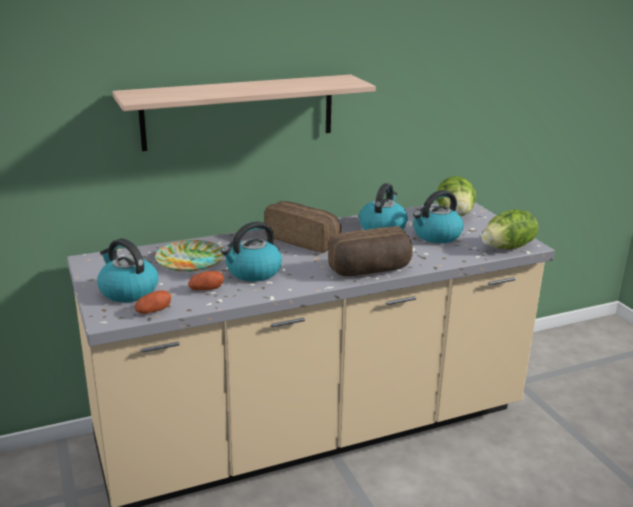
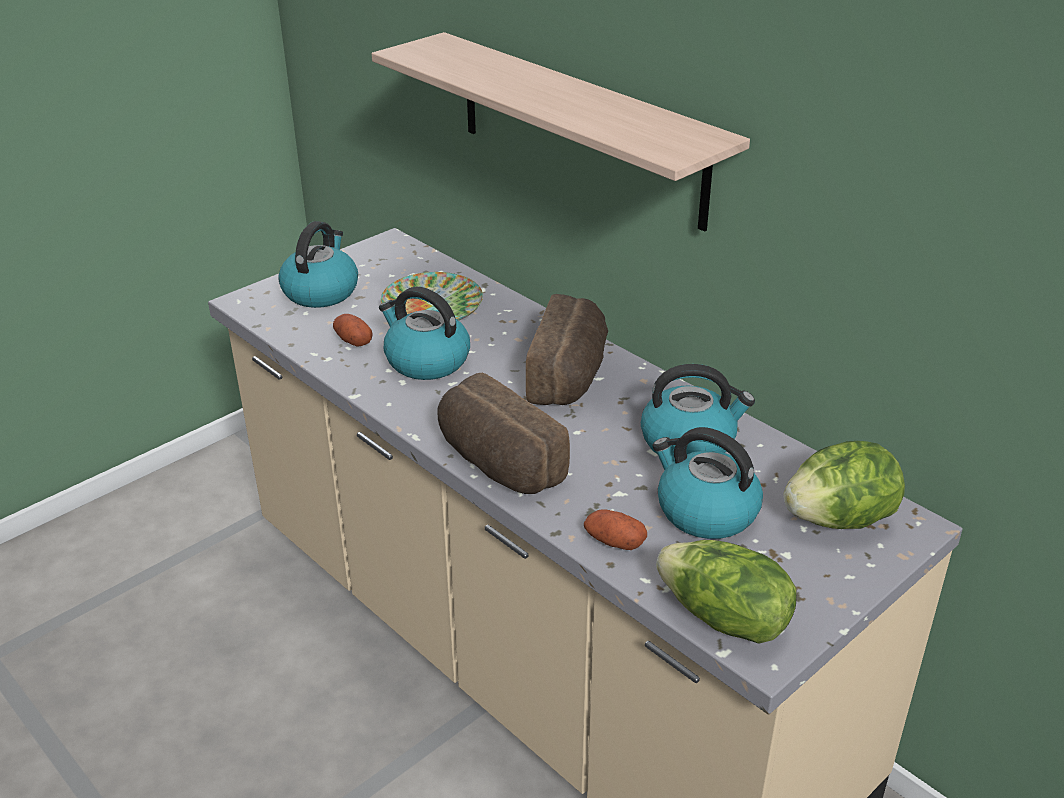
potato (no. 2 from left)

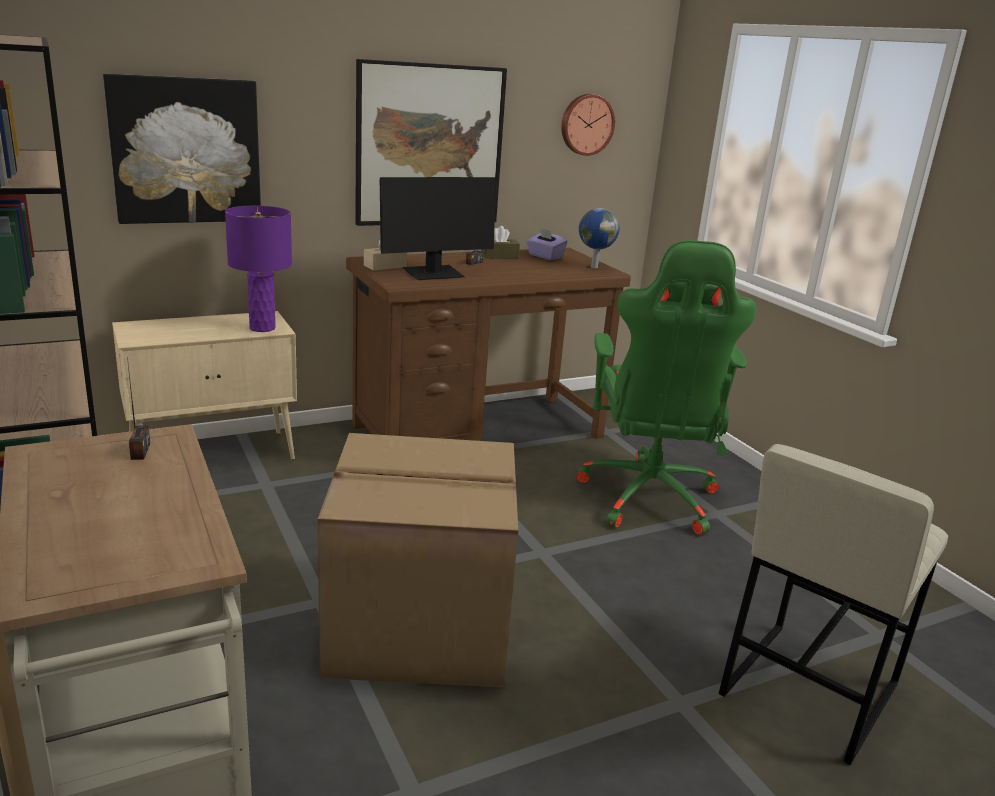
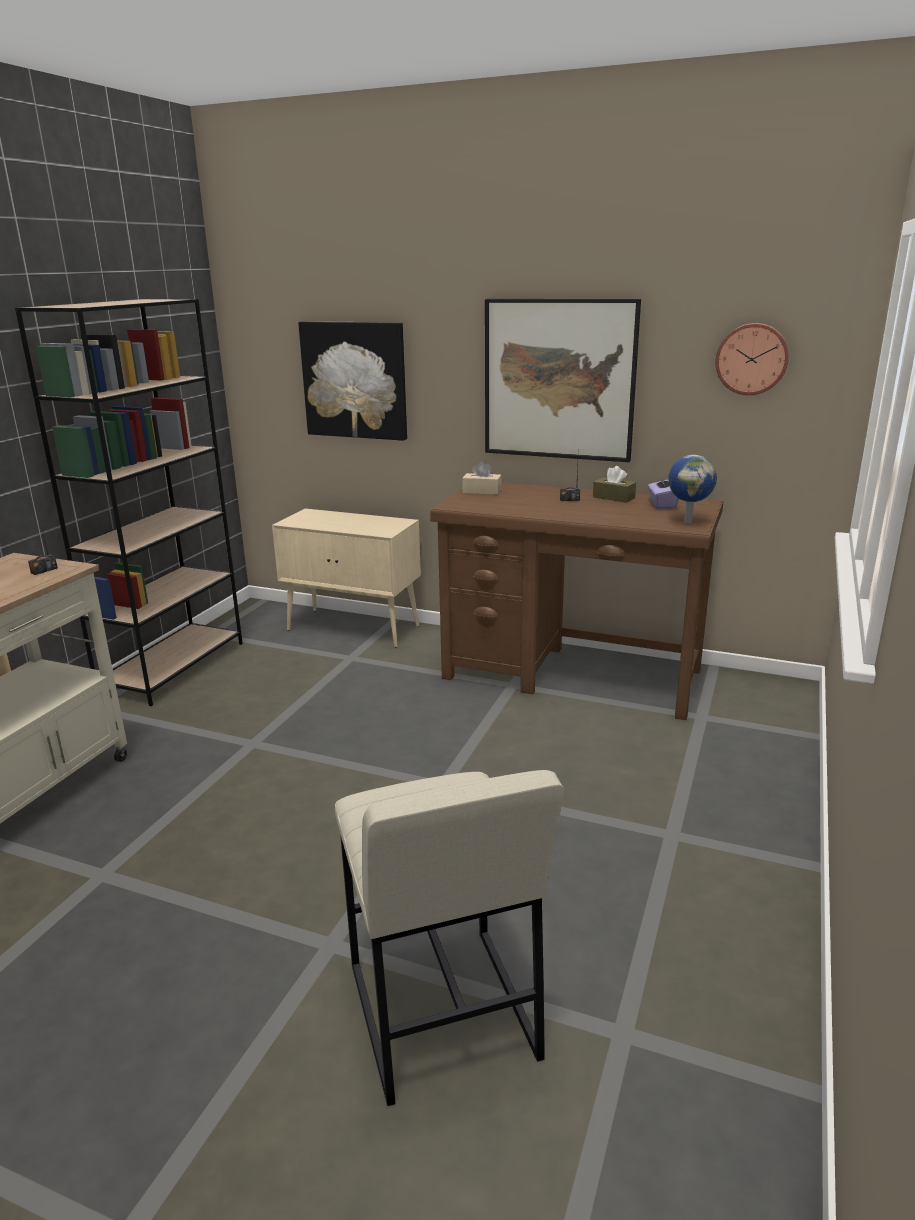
lamp for a table (purplish); packing box; monitor; desk chair (greenish); plain chair (sand-coloured)

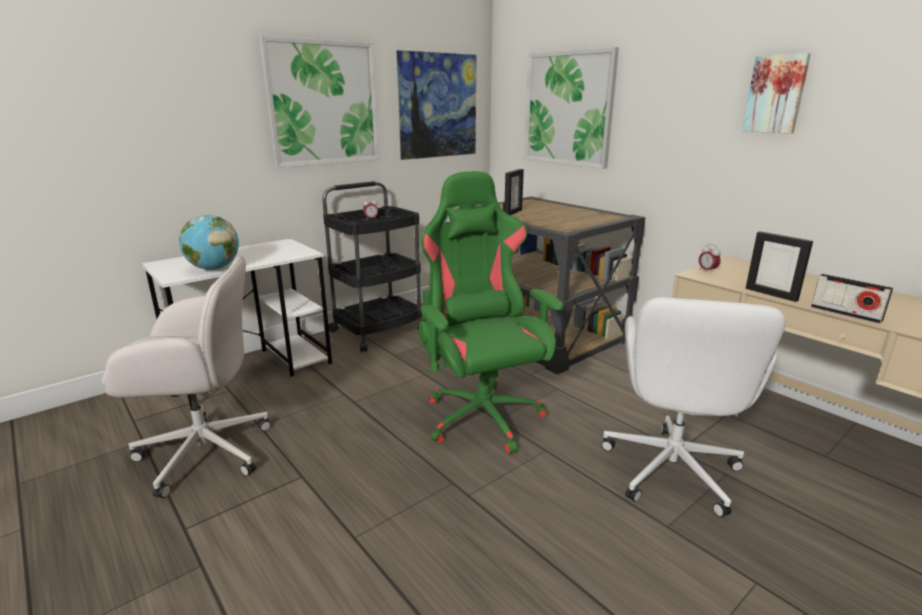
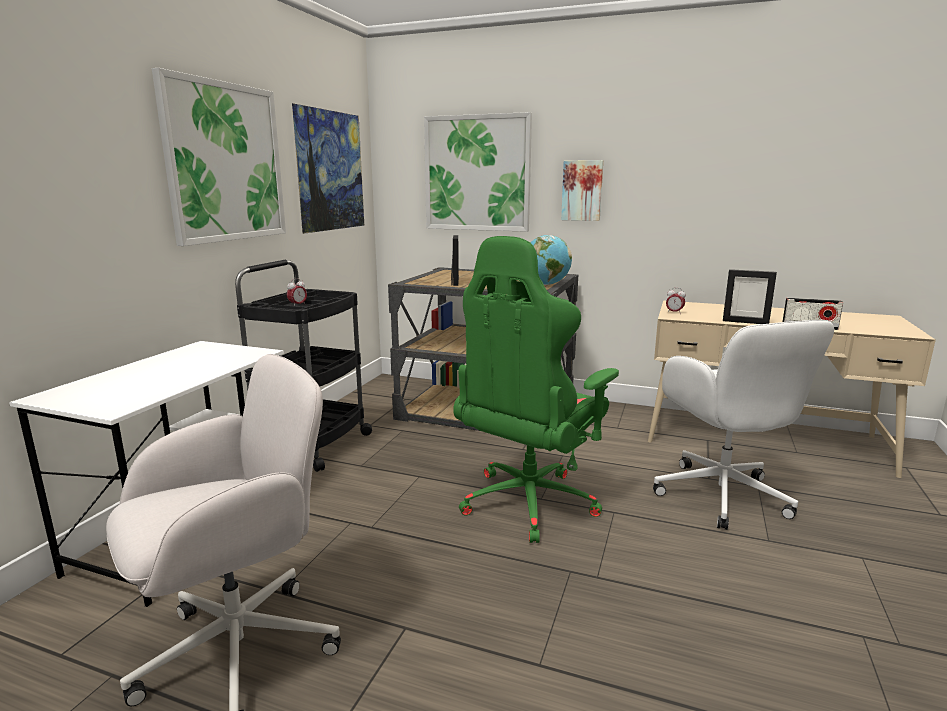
world globe; wall picture (no. 4 from left); desk chair (greenish)

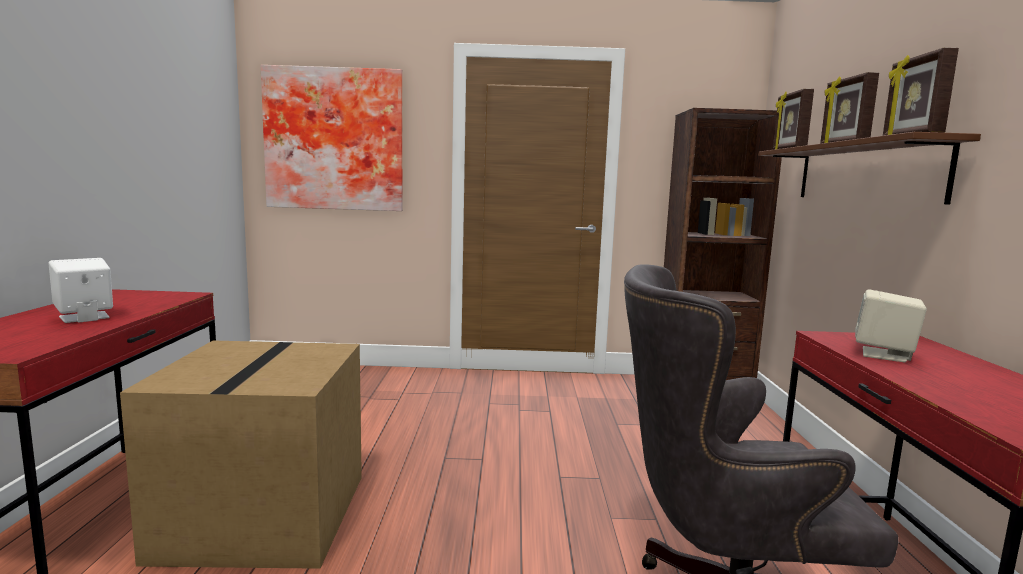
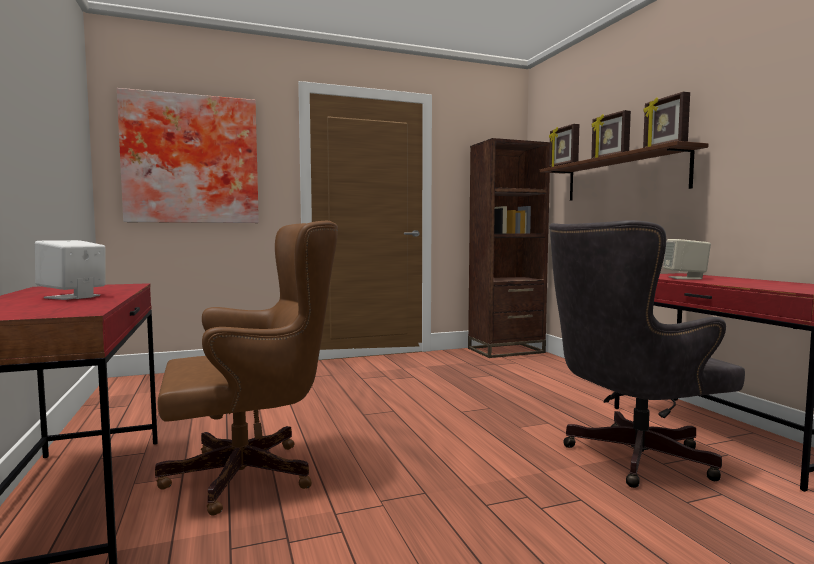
desk chair (brownish)

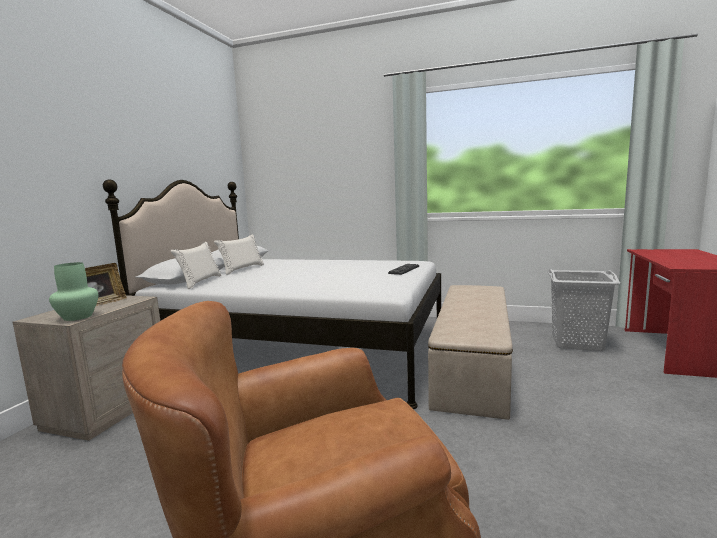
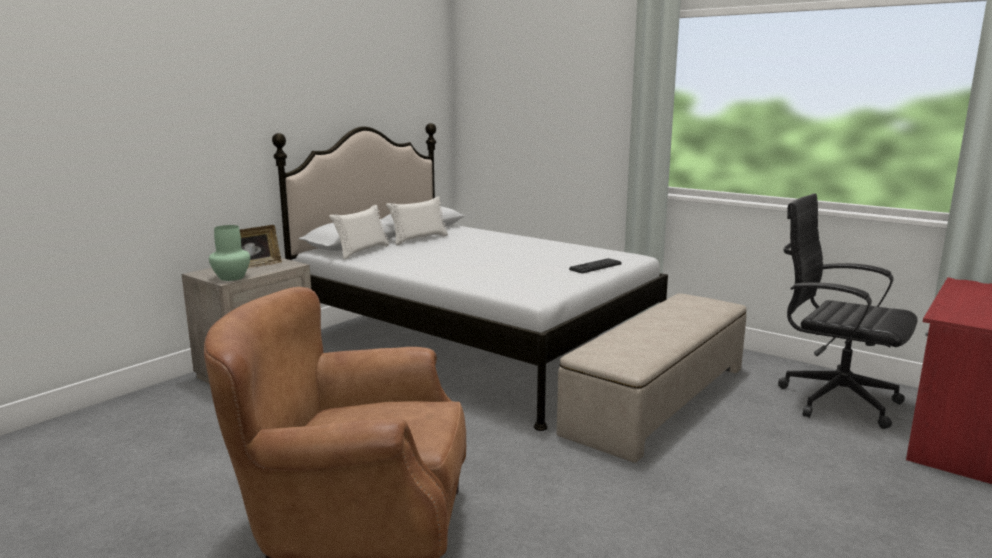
desk chair (black)

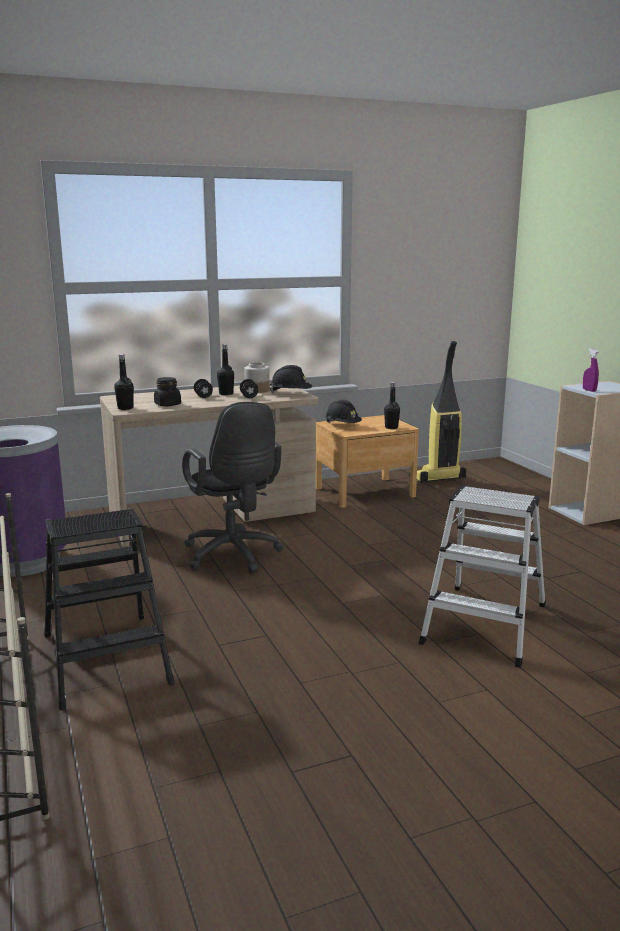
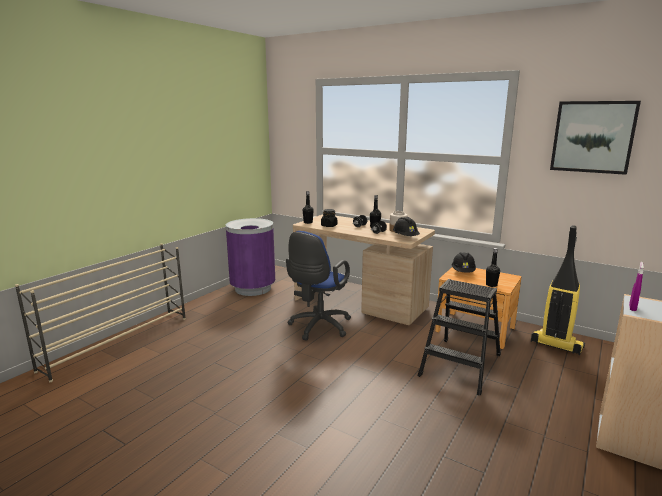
stepladder (white); wall picture; stepladder (black); desk chair (blue)

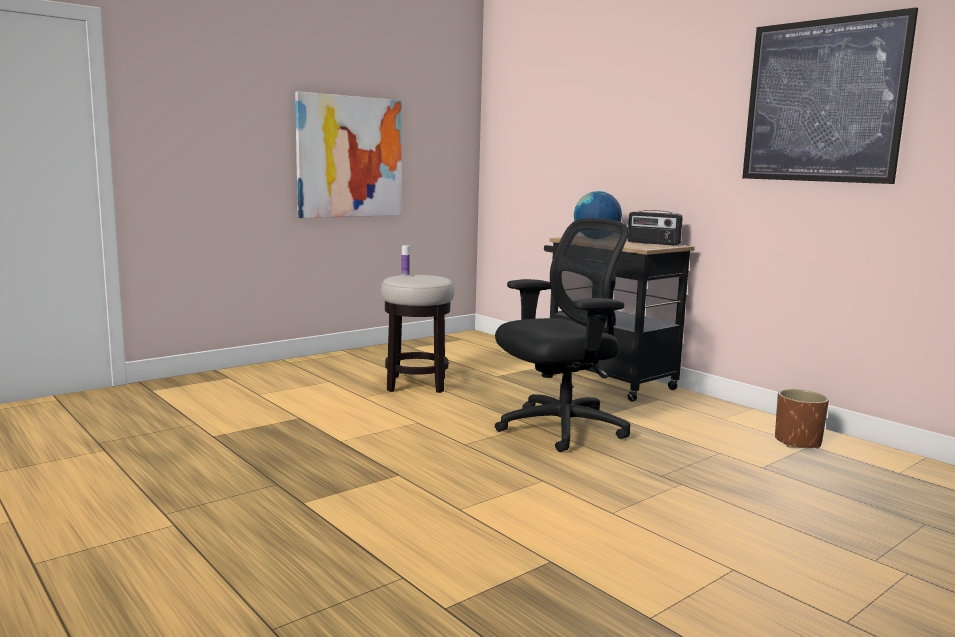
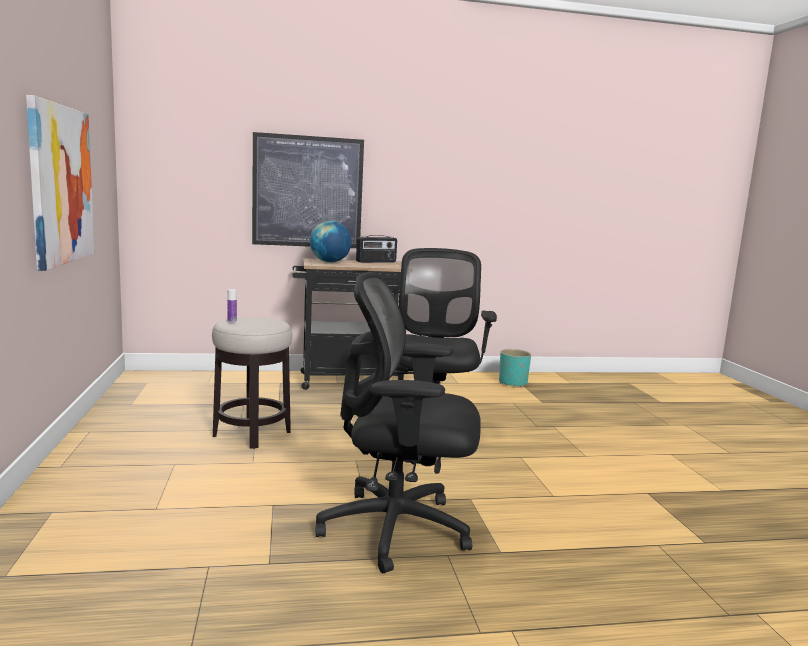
desk chair (black) (no. 1 from left); wall picture (no. 2 from left); planter (blue-green)

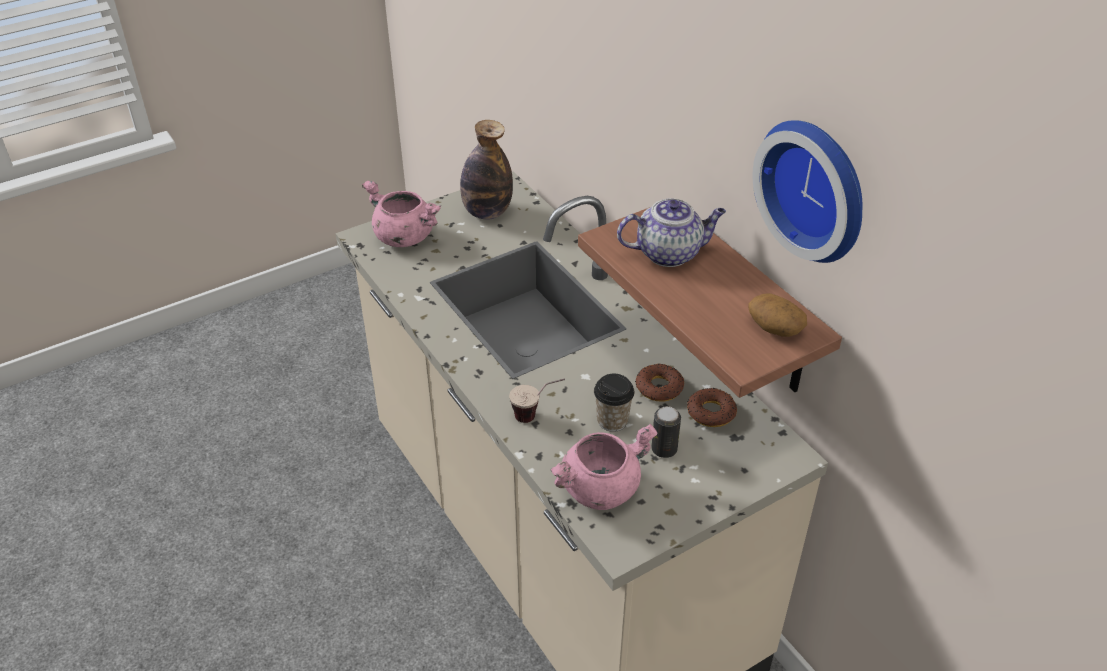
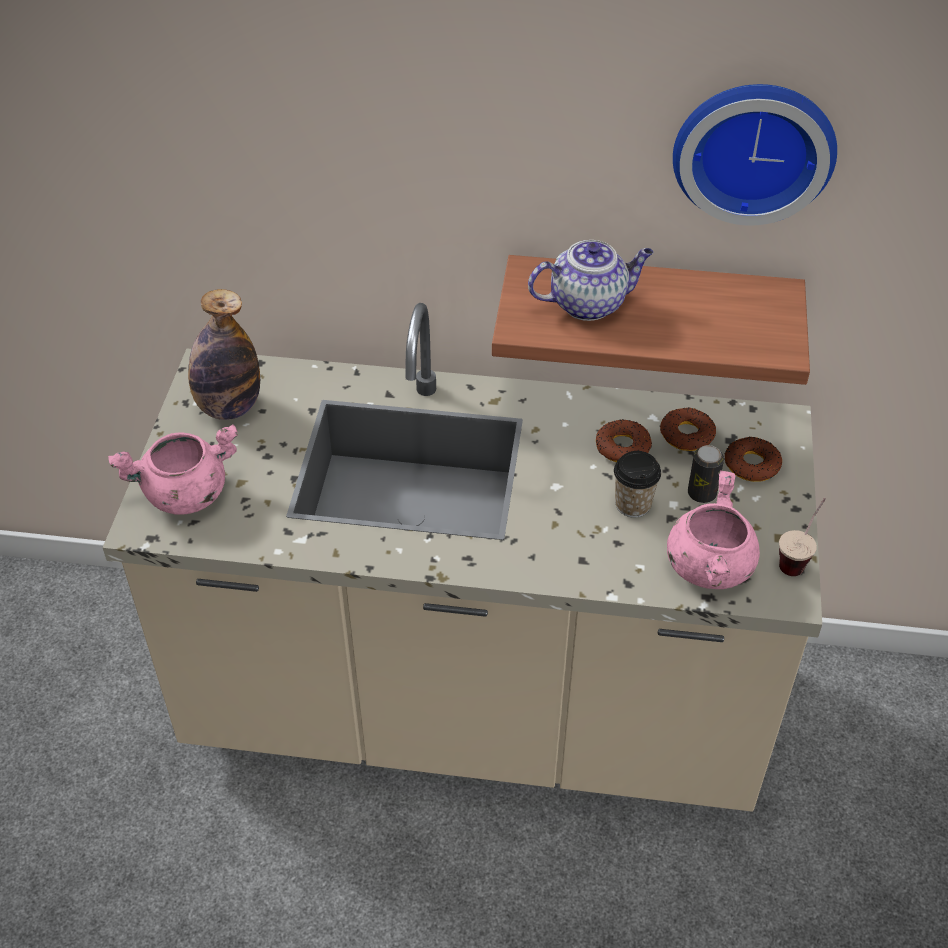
potato; doughnut (no. 3 from left); drinking cup (no. 2 from left); teapot

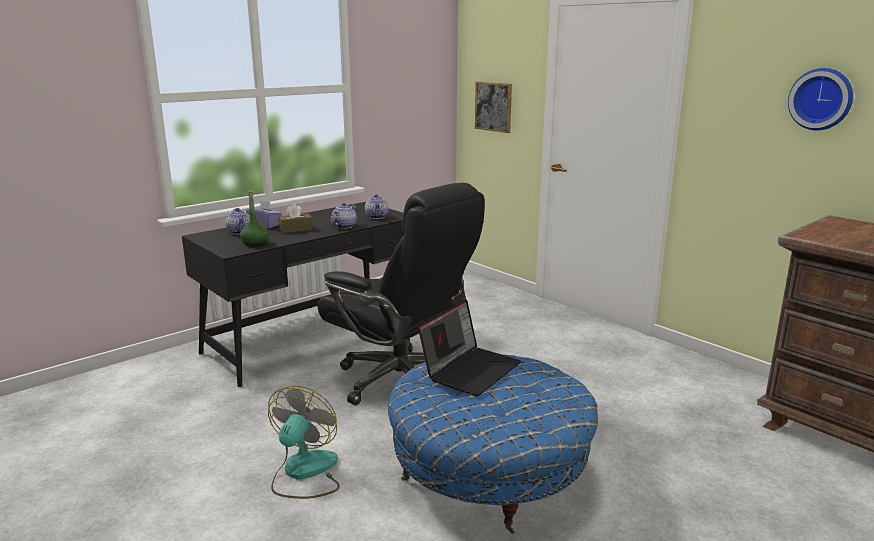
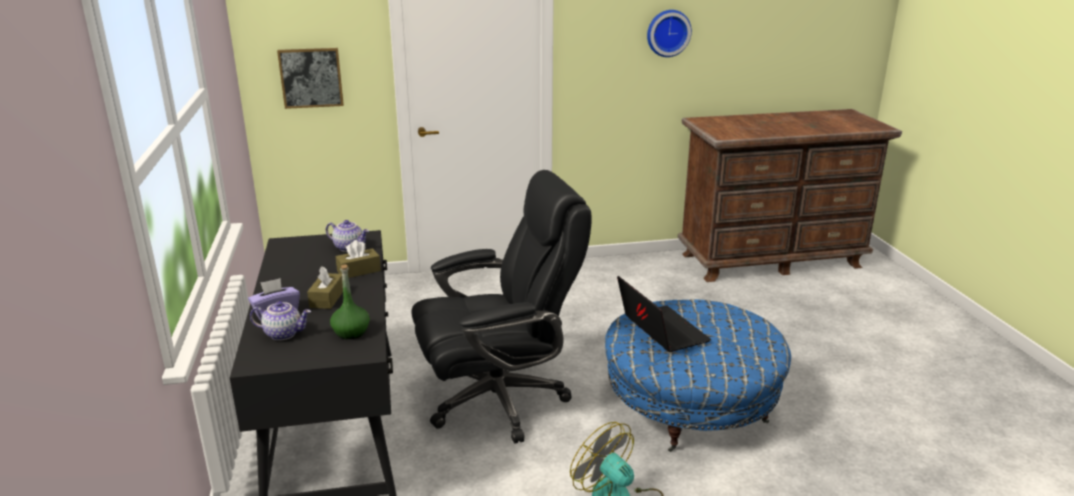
tissue holder (brownish) (no. 2 from left)

